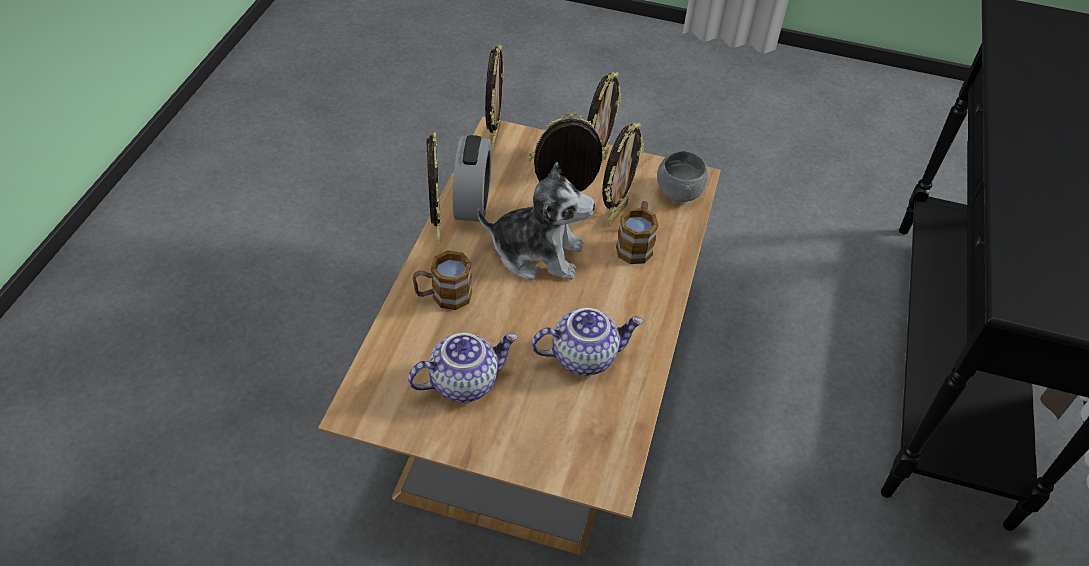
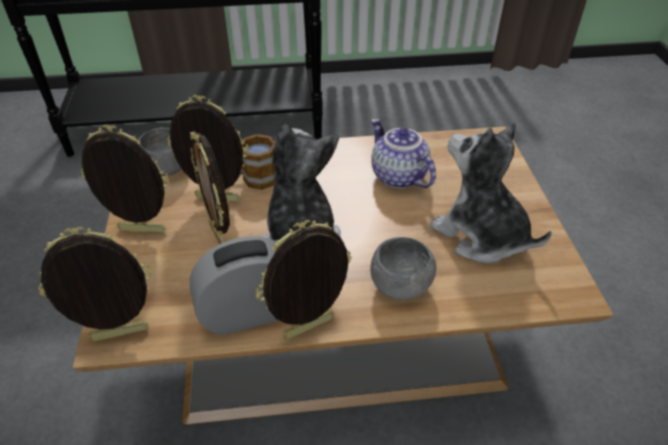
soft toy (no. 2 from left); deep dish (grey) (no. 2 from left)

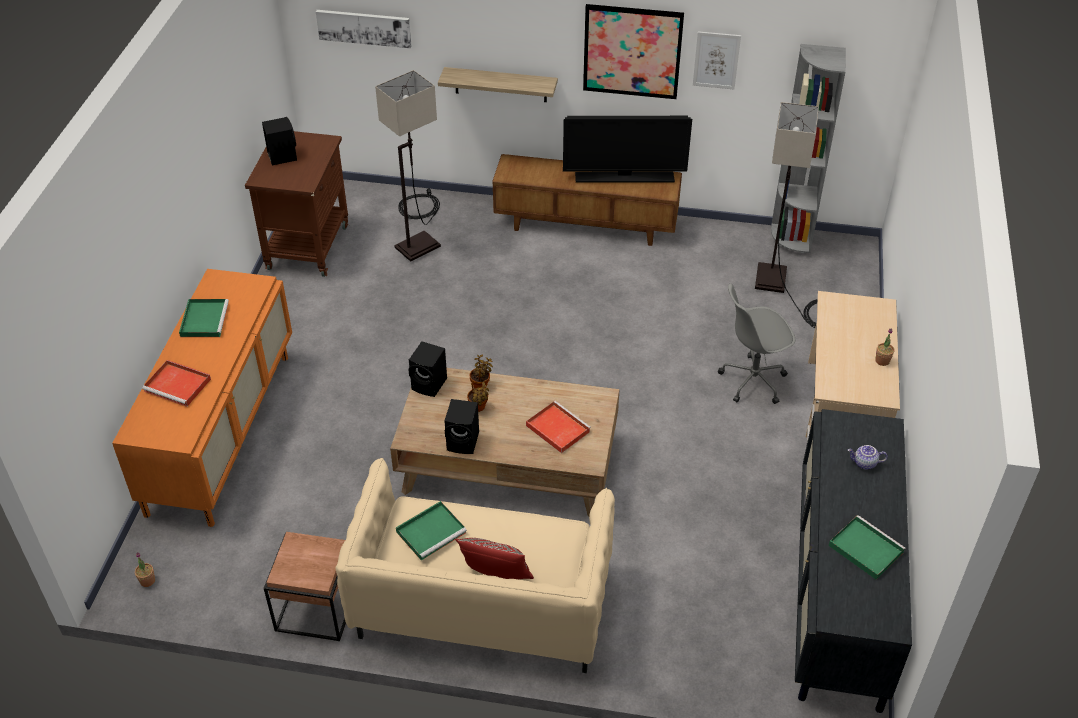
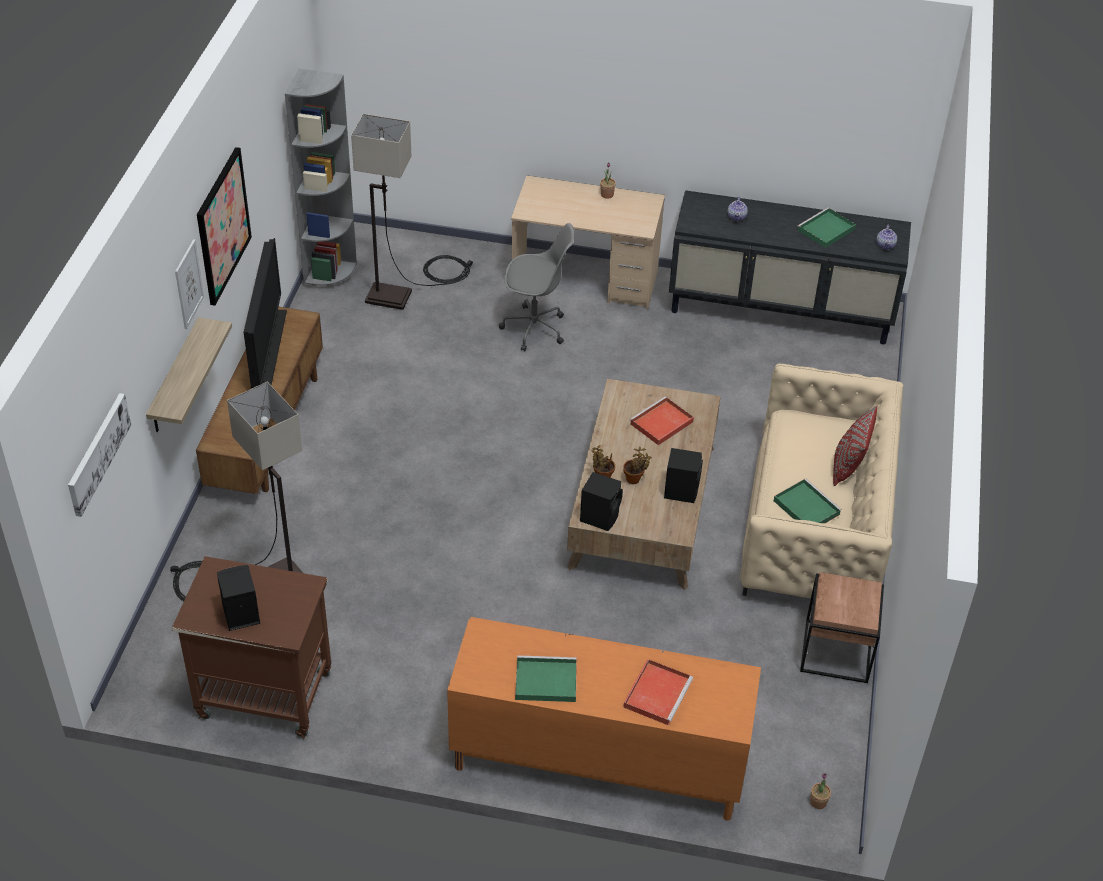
teapot (no. 2 from left); wall picture (no. 2 from left); desk chair (grey)

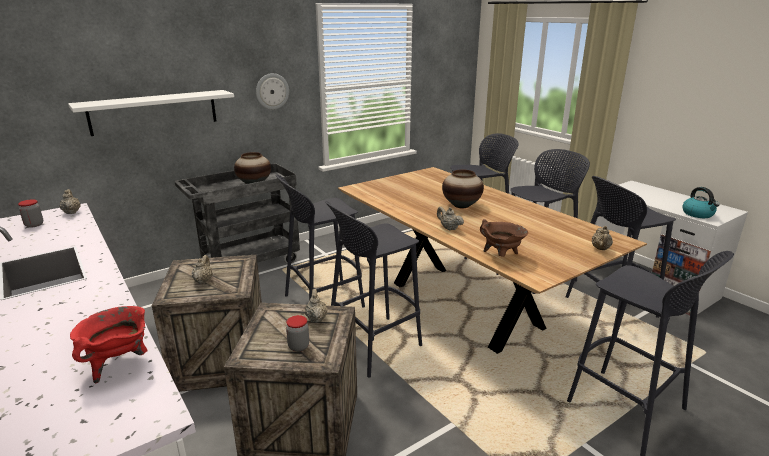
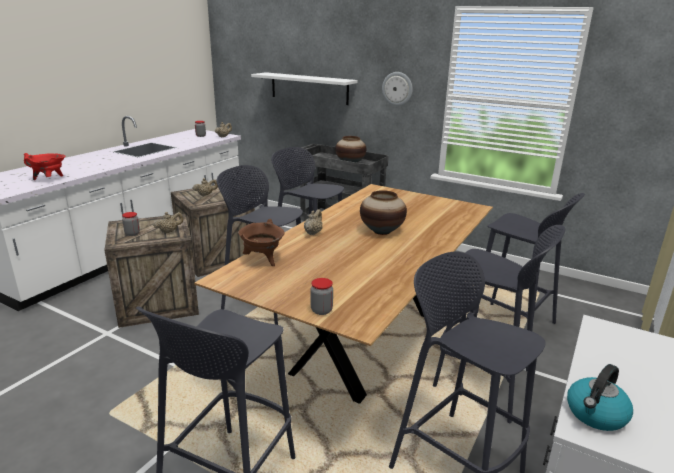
storage jar (no. 3 from left)

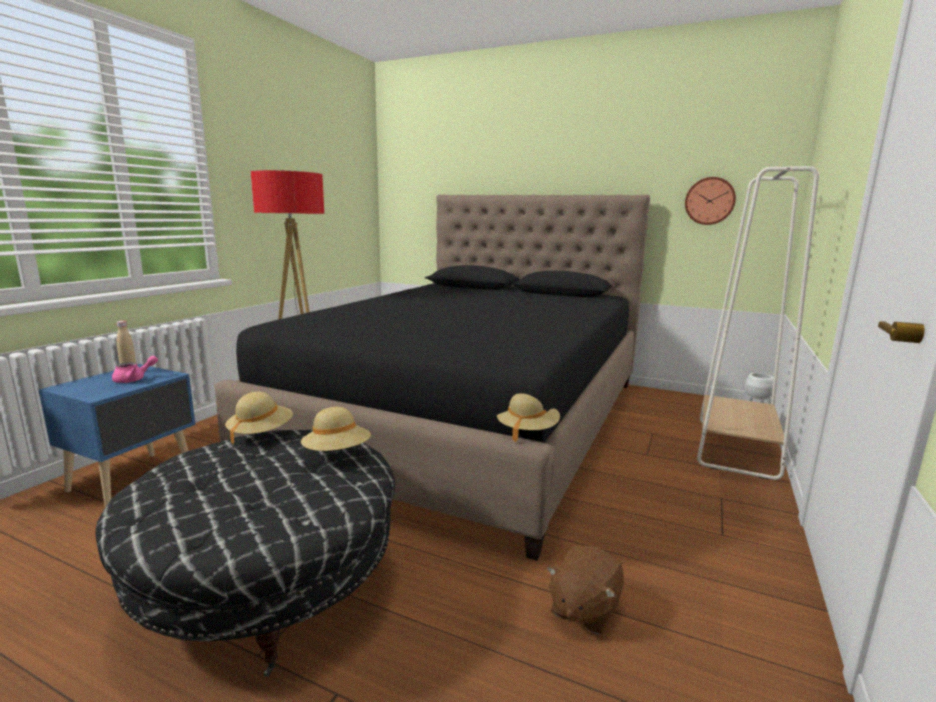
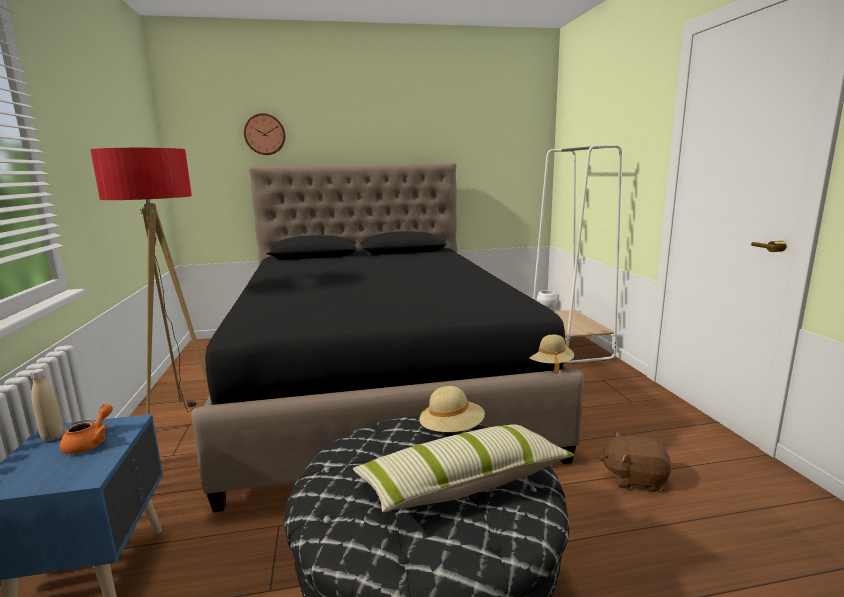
wearable hat (sand-coloured) (no. 1 from left in the first image); throw pillow; hanging clock; teapot (orange); soft toy (brownish)

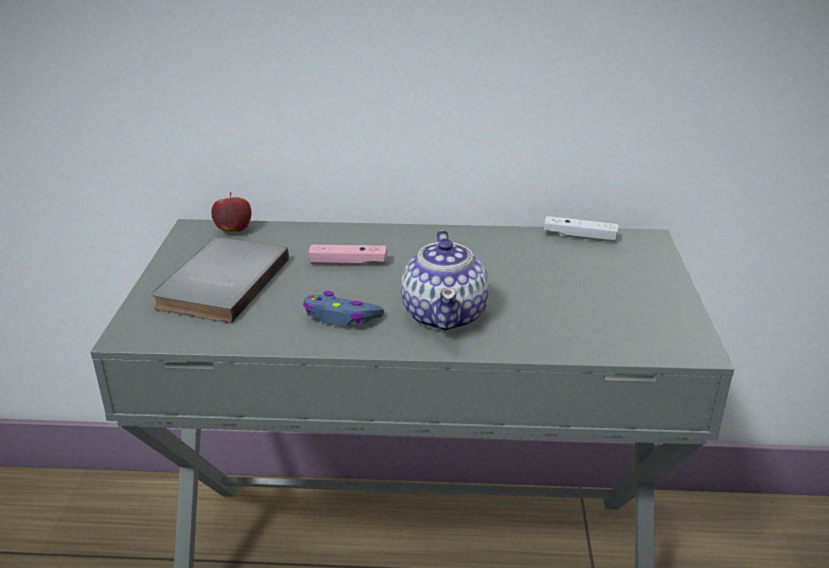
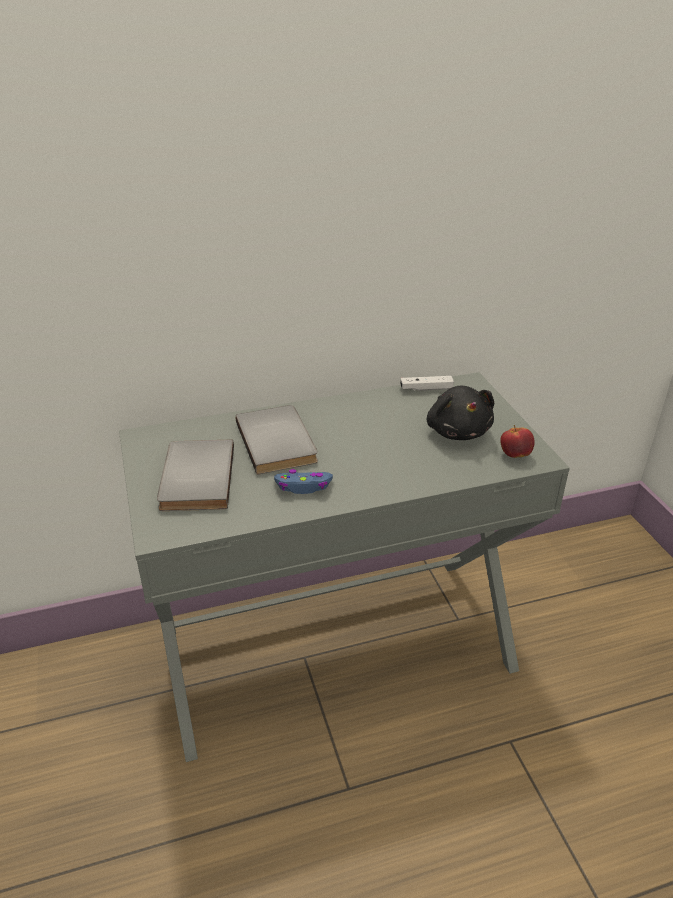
teapot; soft toy (black); whole apple; book (grey) (no. 2 from left)

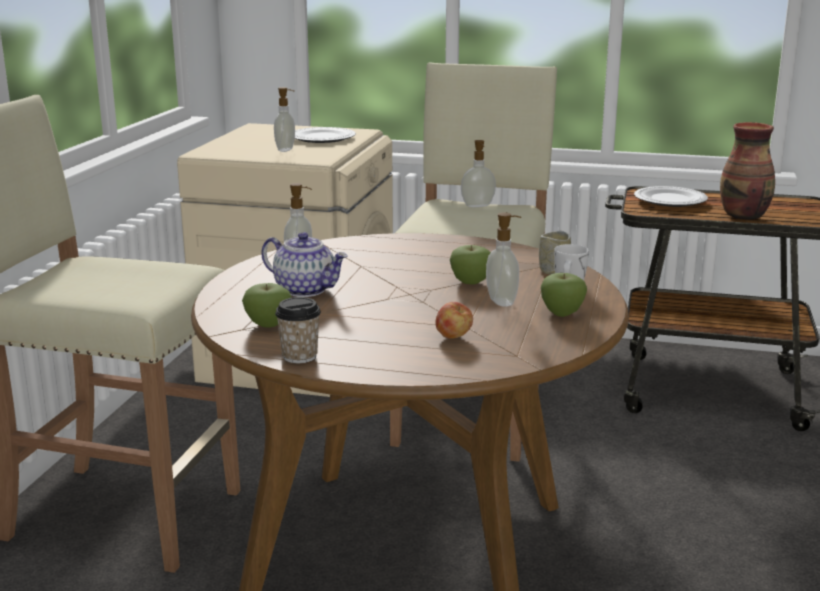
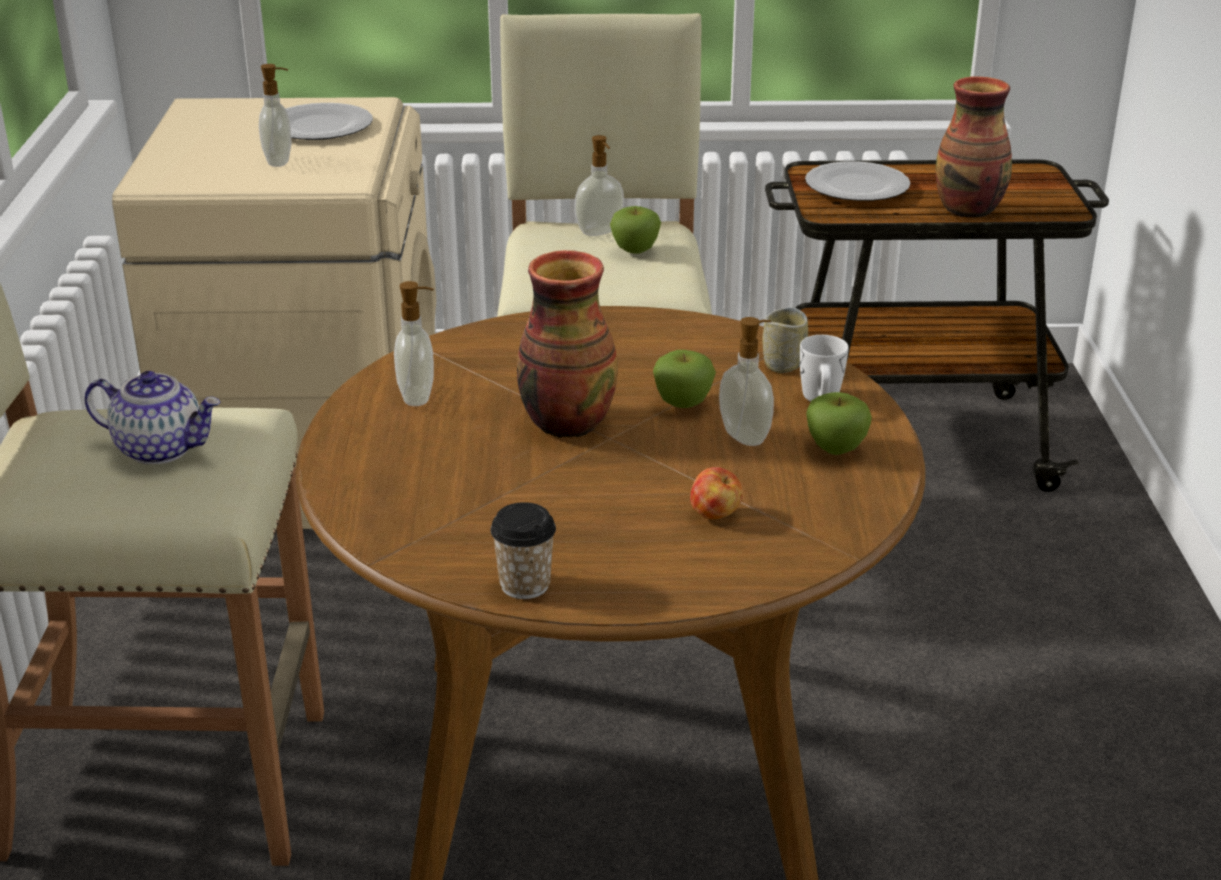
decorative vase (no. 1 from left); whole apple (no. 1 from left); teapot

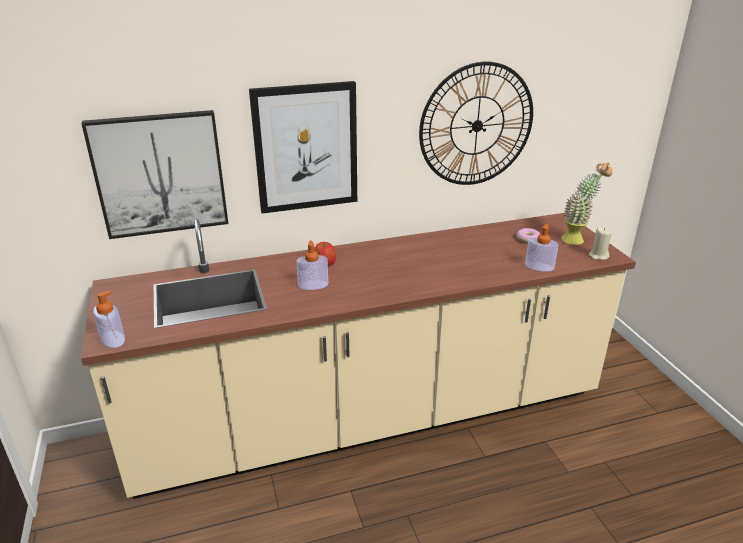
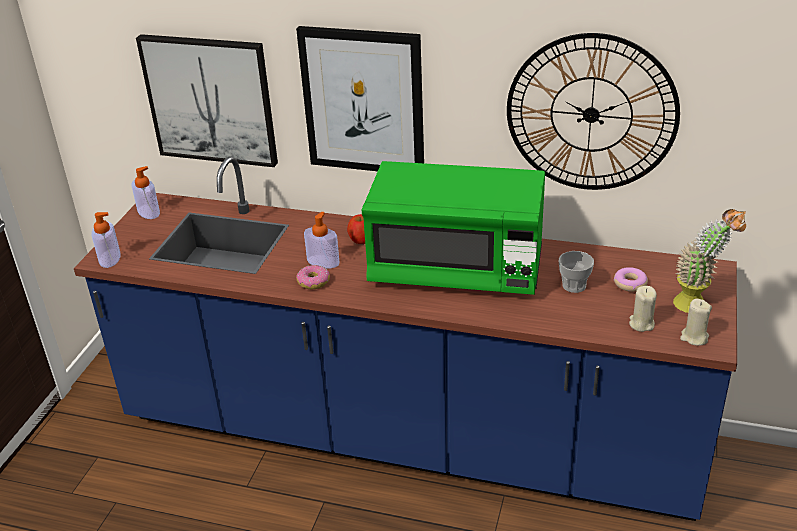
doughnut (no. 1 from left); microwave oven (greenish); drinking cup; wax light (sand-coloured) (no. 1 from left); liquid soap bottle (no. 2 from left); kitchen counter (blue)

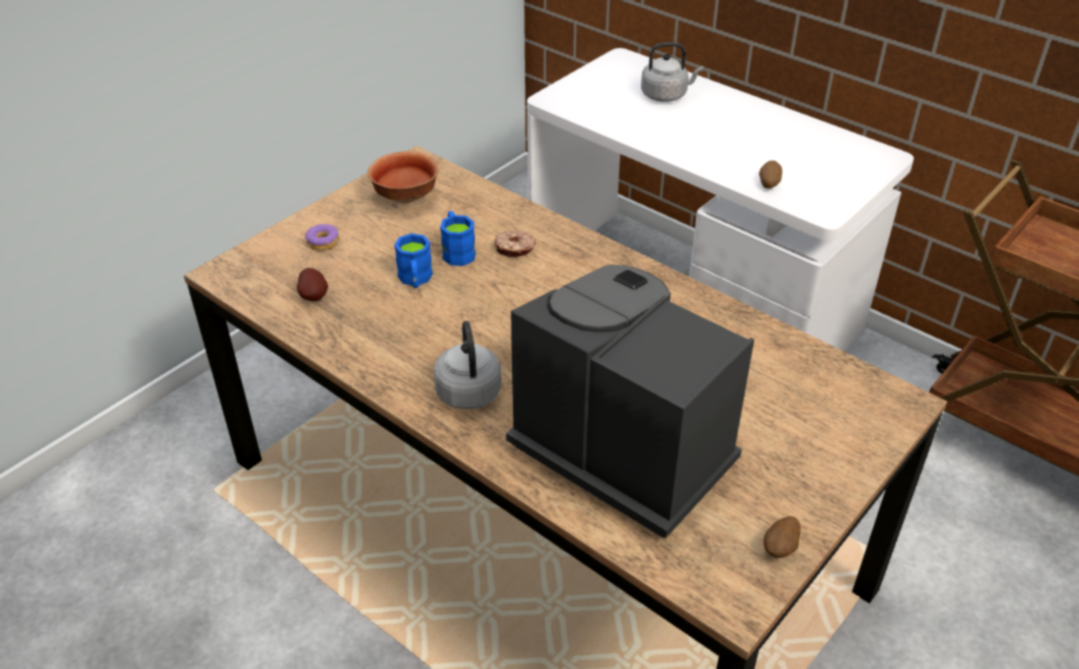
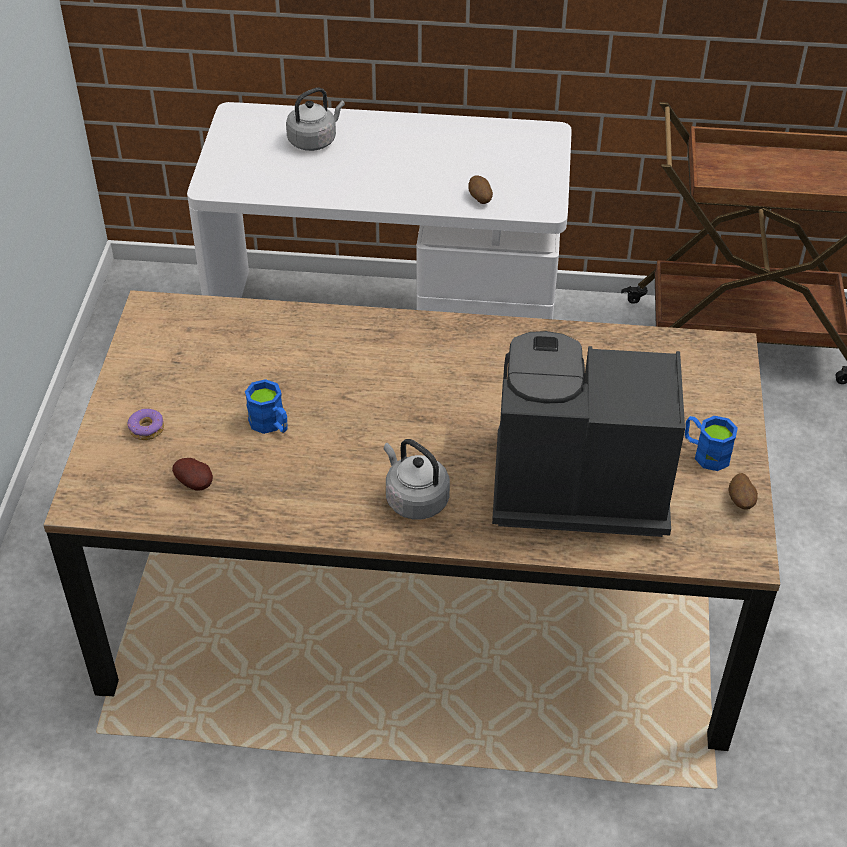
deep dish; doughnut (no. 2 from left in the first image); coffee mug (blue) (no. 2 from left)

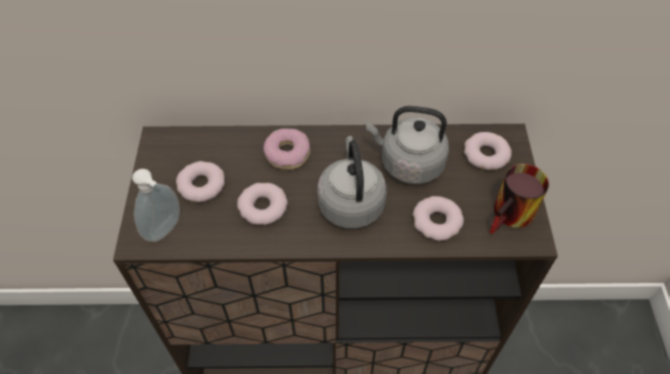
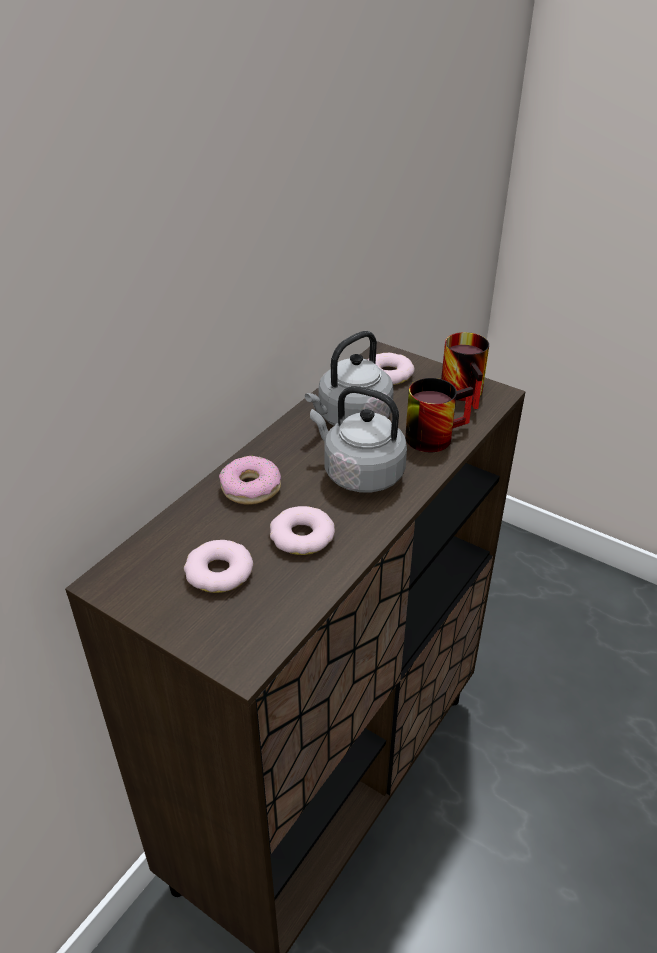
liquid soap bottle; coffee mug (no. 1 from left)

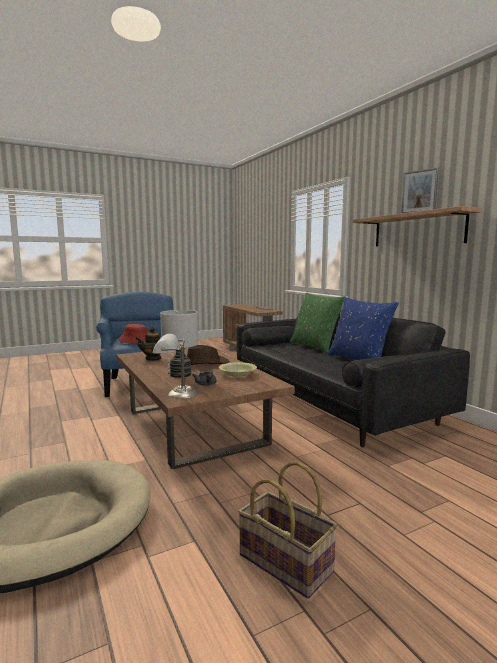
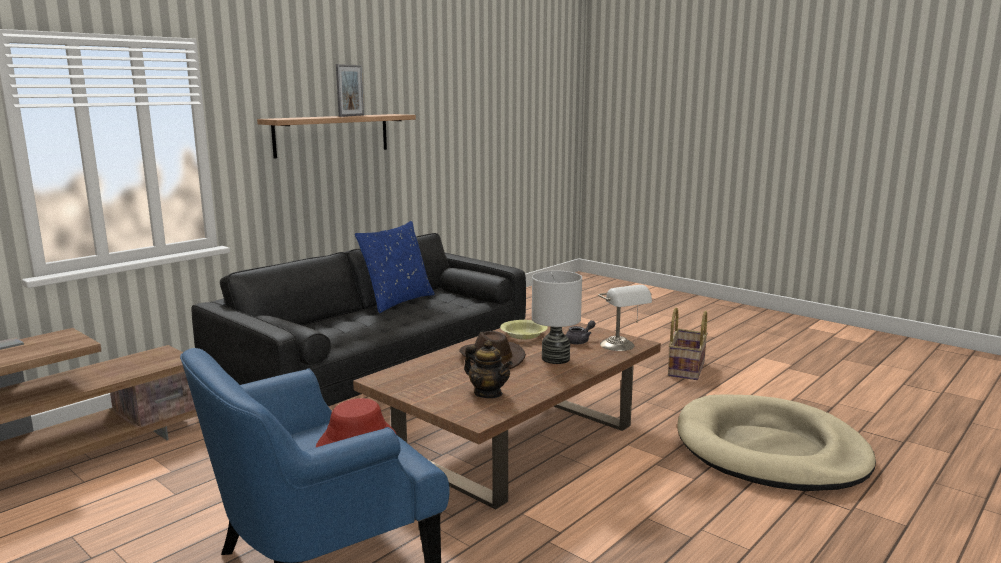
throw pillow (greenish)

